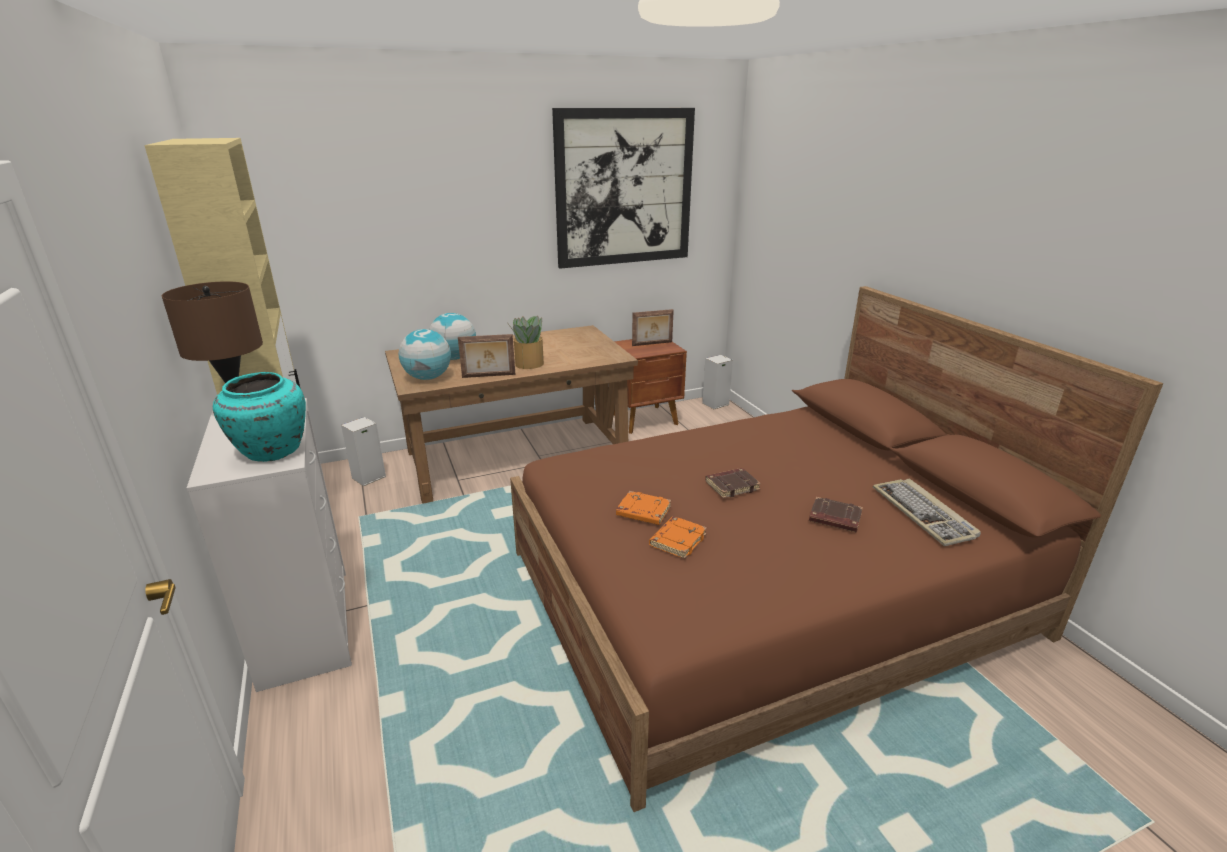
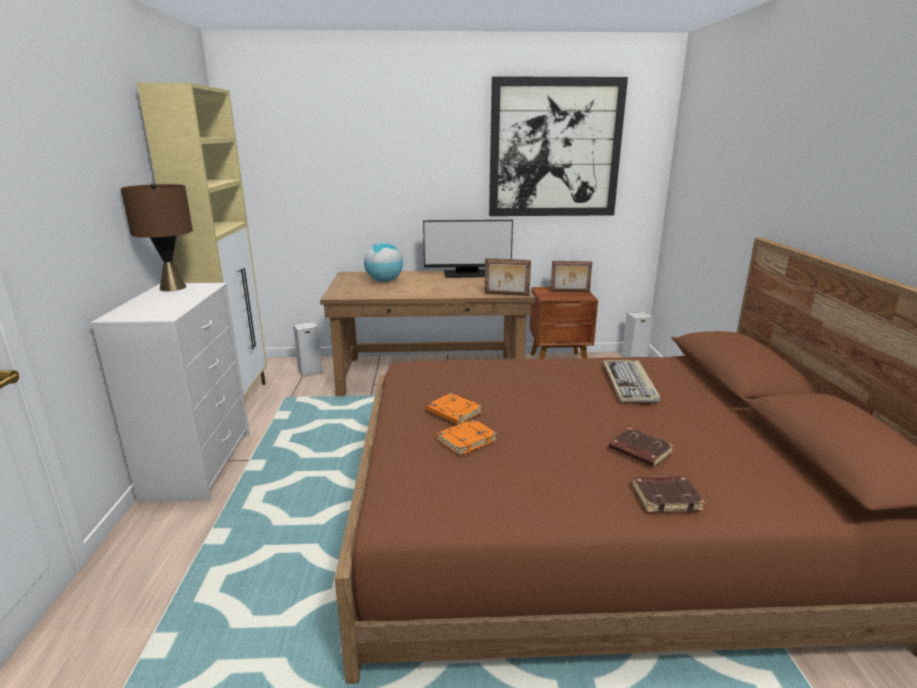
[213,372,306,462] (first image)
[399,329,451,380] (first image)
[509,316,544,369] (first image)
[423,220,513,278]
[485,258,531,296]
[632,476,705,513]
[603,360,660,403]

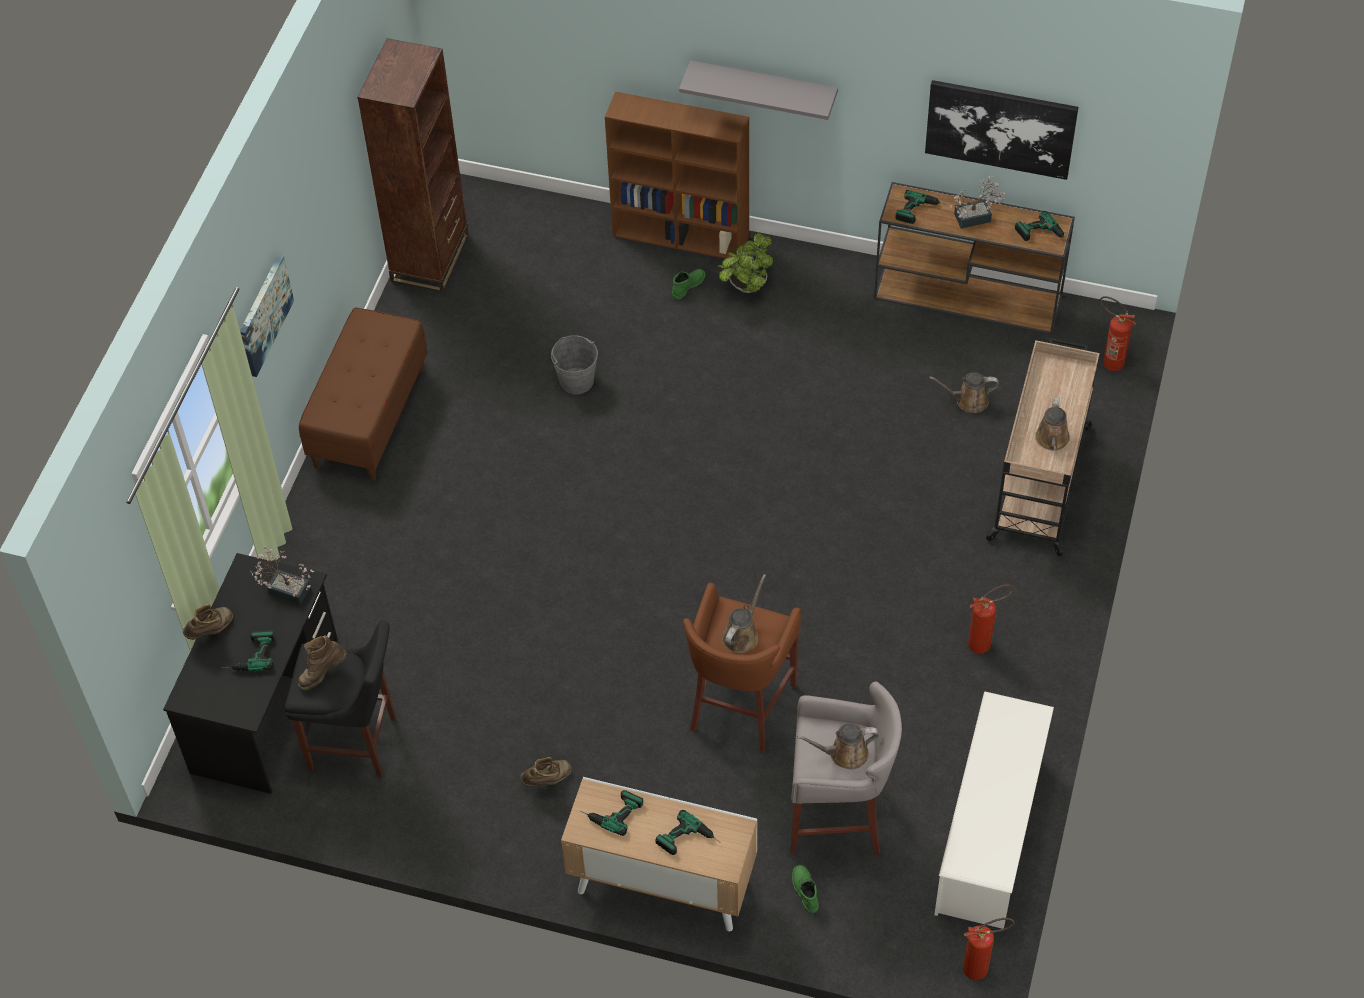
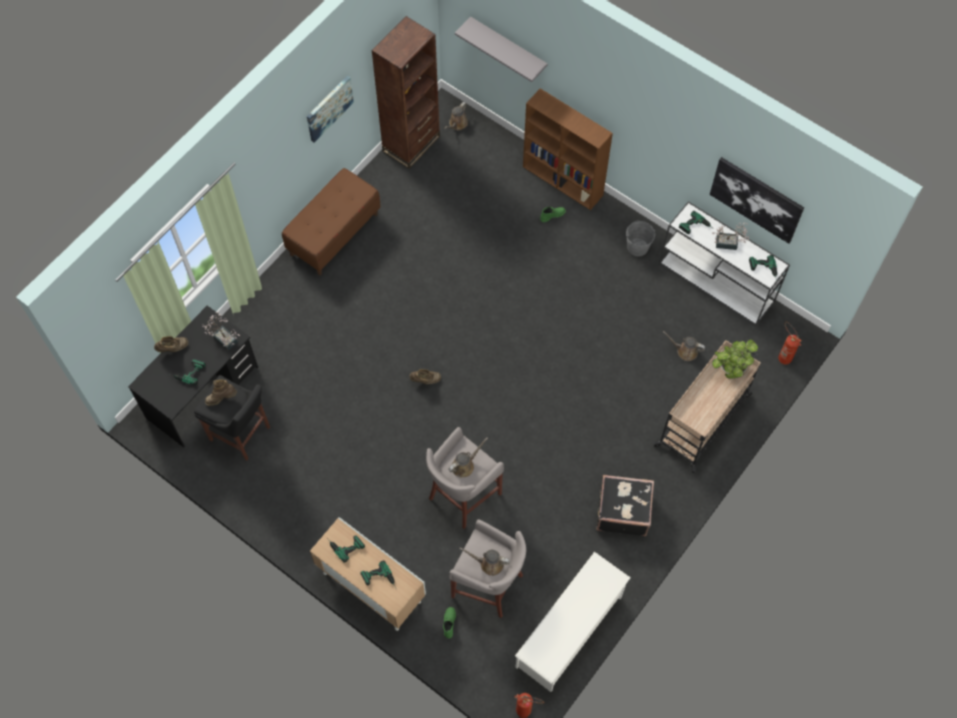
[307,76,354,142]
[409,369,441,384]
[626,221,655,257]
[455,17,548,82]
[712,339,758,379]
[445,102,468,130]
[597,475,654,536]
[426,427,504,529]
[659,201,790,326]

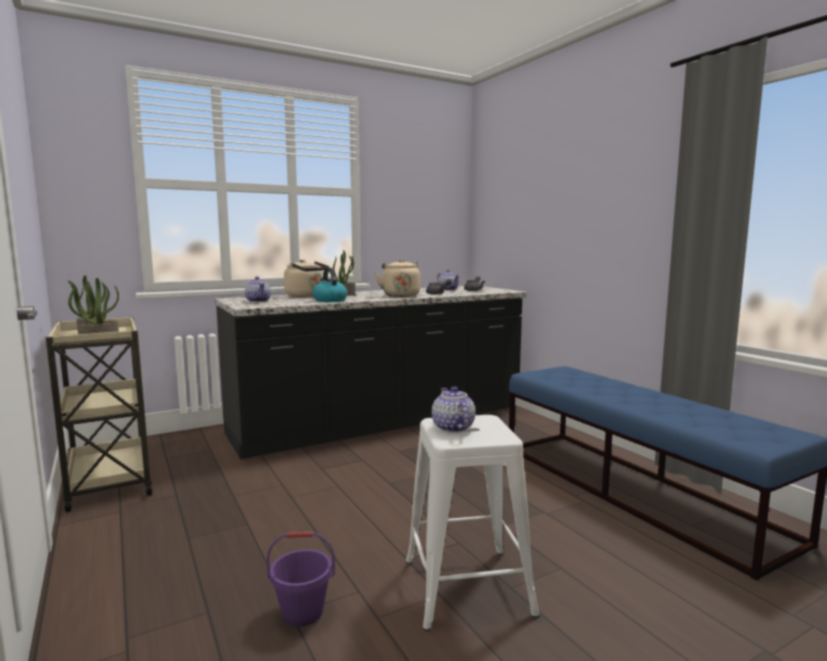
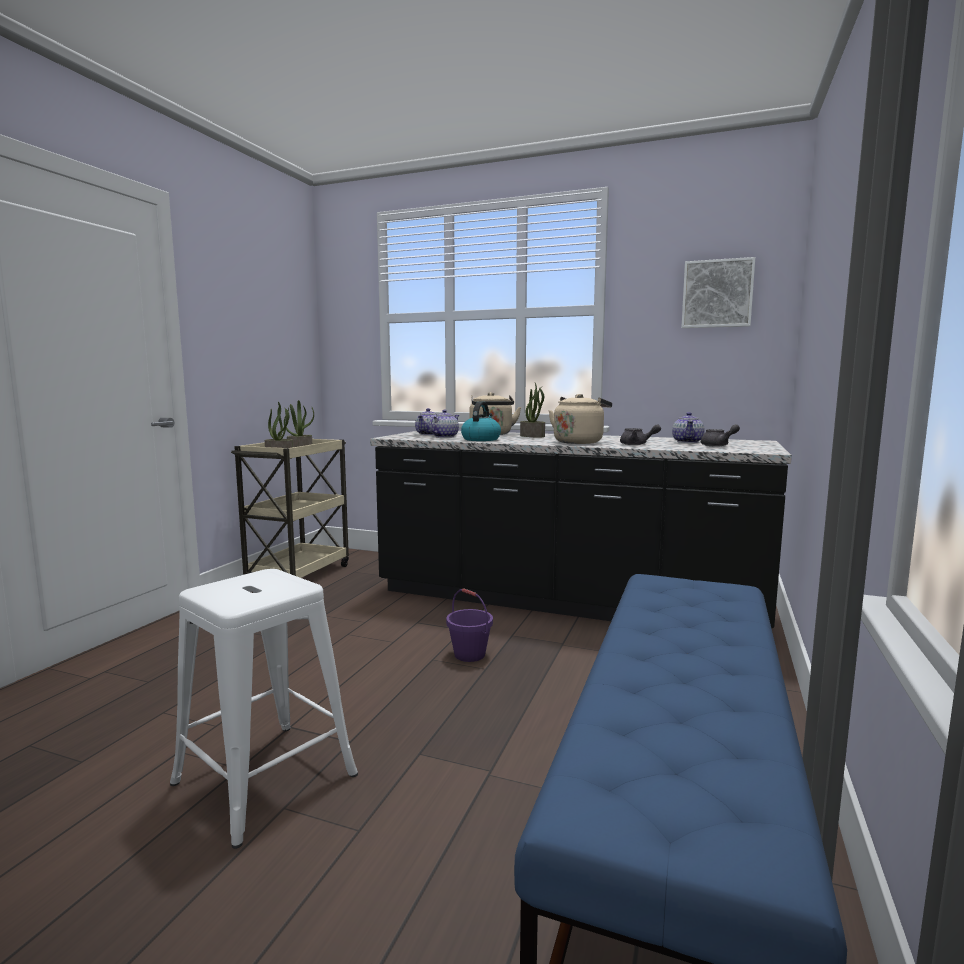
[682,257,755,328]
[446,588,493,662]
[429,410,459,438]

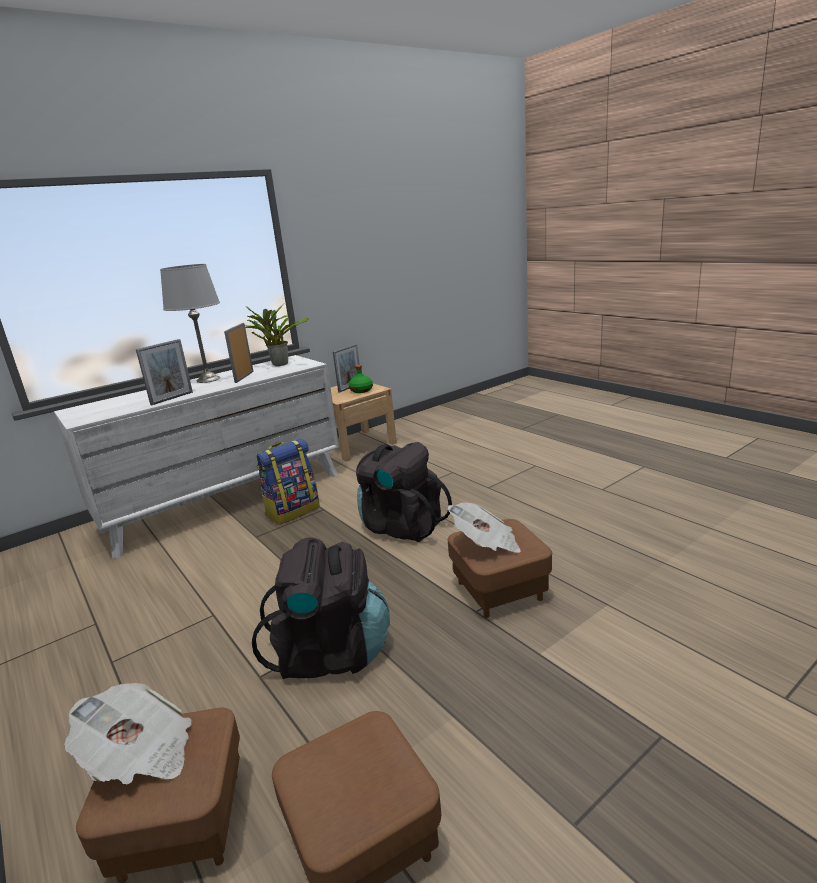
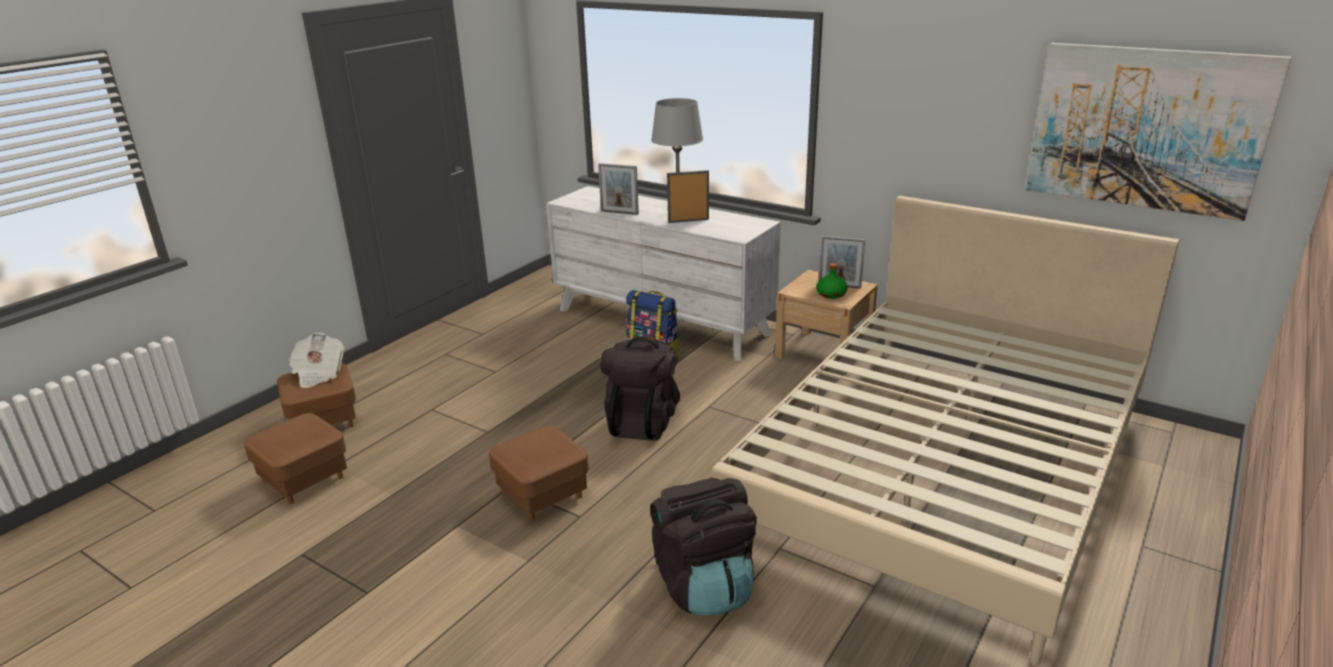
[245,303,308,366] (first image)
[448,503,521,553] (first image)
[712,196,1179,665]
[1026,43,1292,221]
[650,478,757,616]

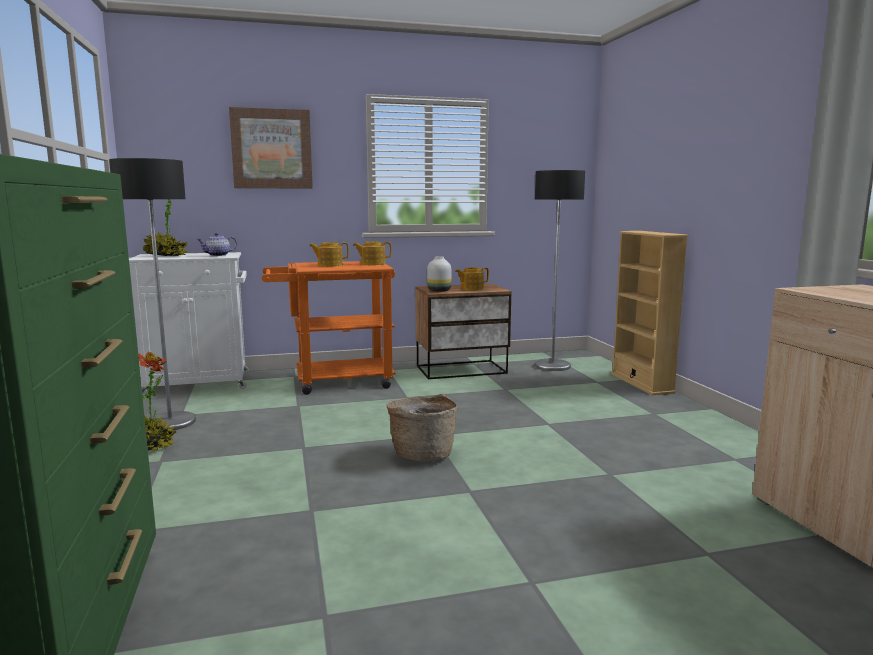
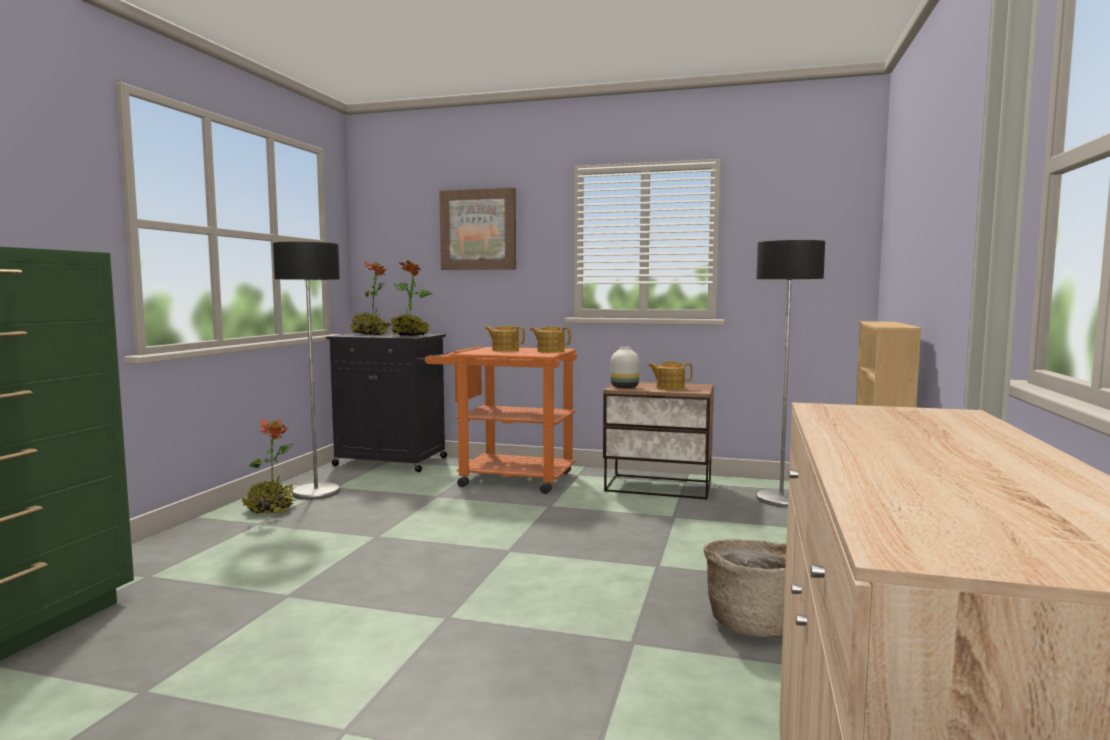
[703,539,786,637]
[390,260,433,336]
[326,333,449,472]

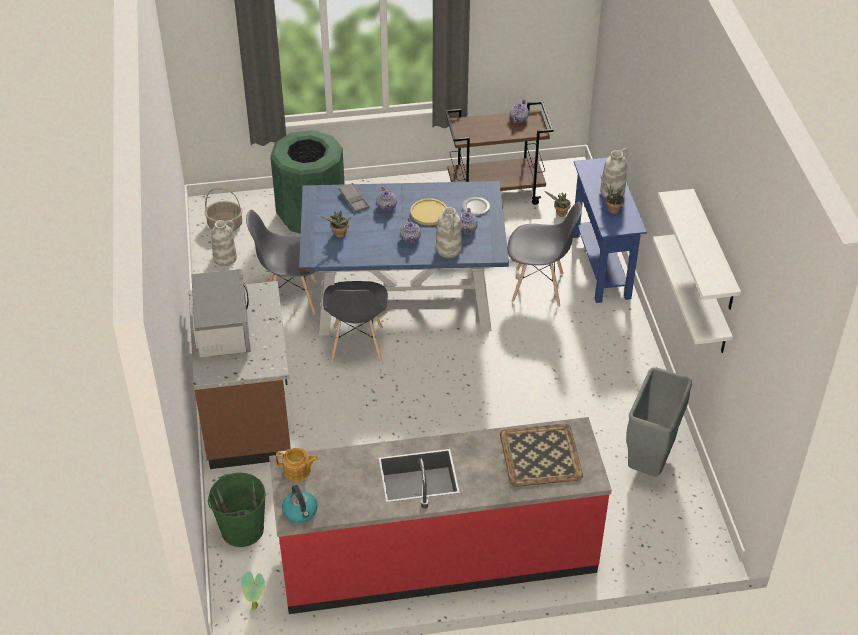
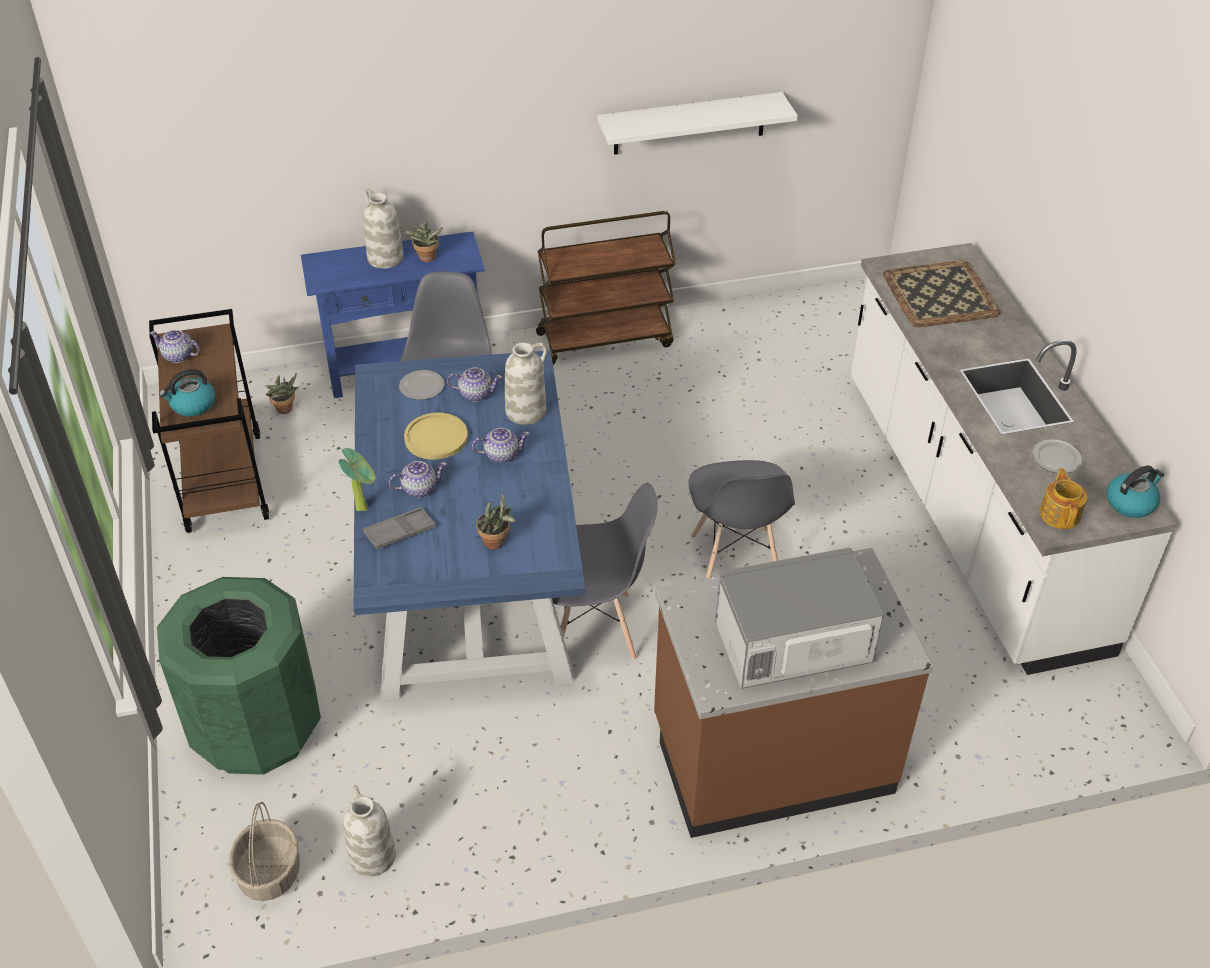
[208,473,266,547] (first image)
[626,367,692,476] (first image)
[658,189,741,310] (first image)
[159,369,215,417]
[536,211,676,365]
[1032,439,1082,473]
[338,448,375,511]
[689,460,795,579]
[851,243,1177,675]

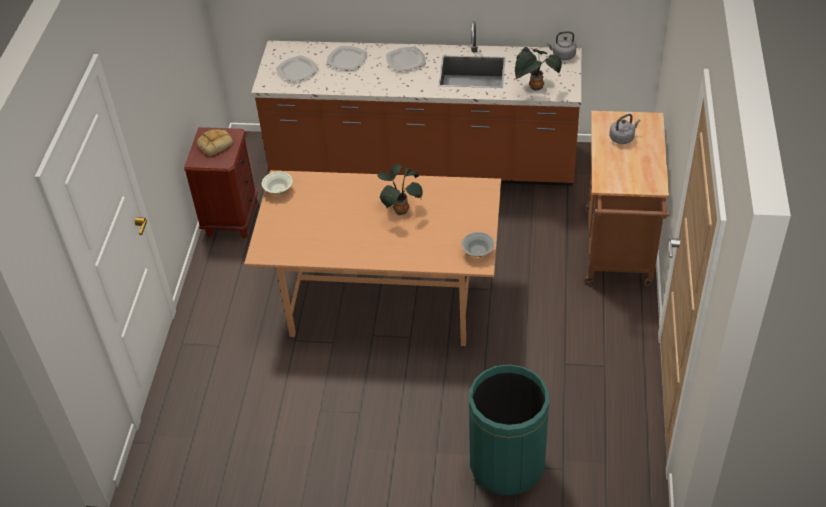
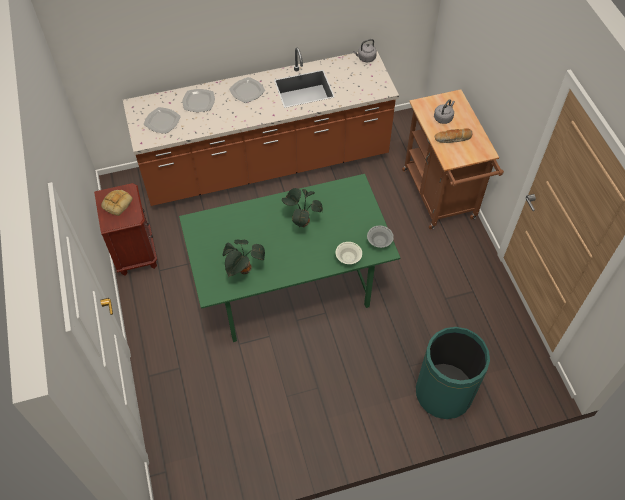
[434,128,472,143]
[335,242,362,264]
[222,239,265,277]
[179,174,400,342]

